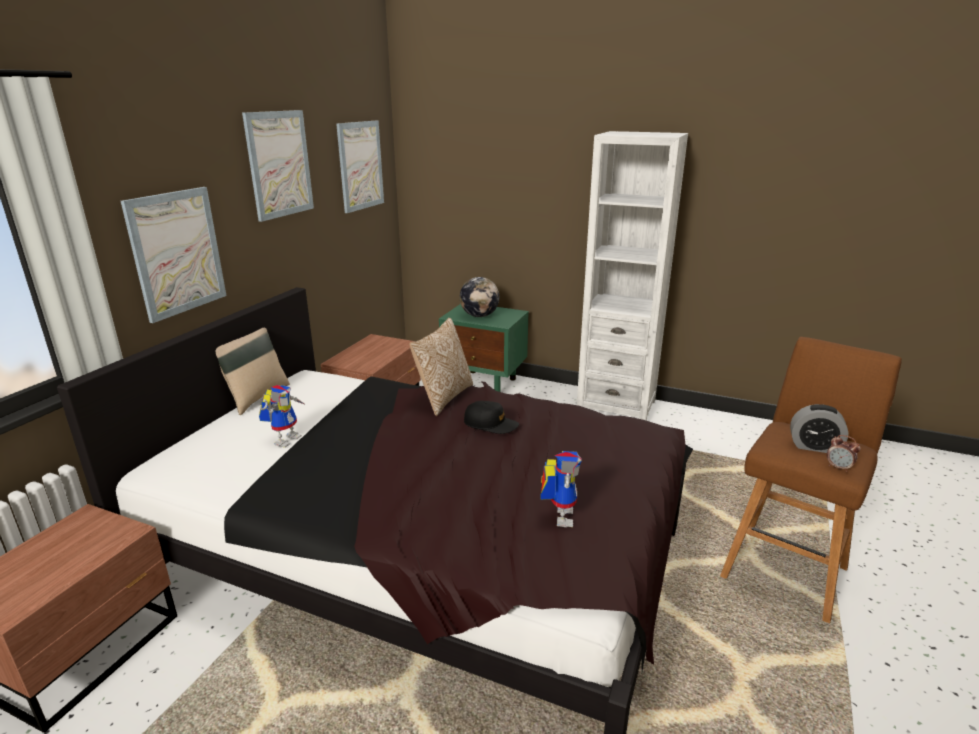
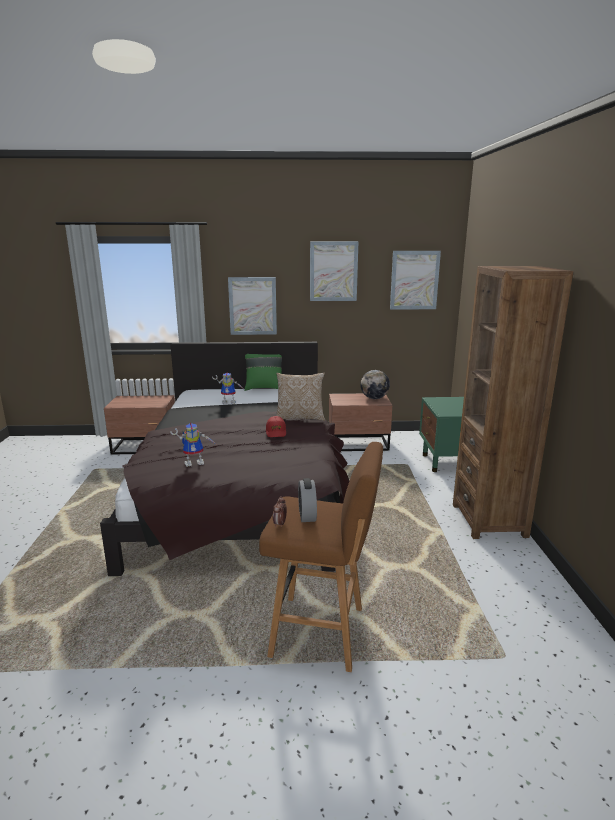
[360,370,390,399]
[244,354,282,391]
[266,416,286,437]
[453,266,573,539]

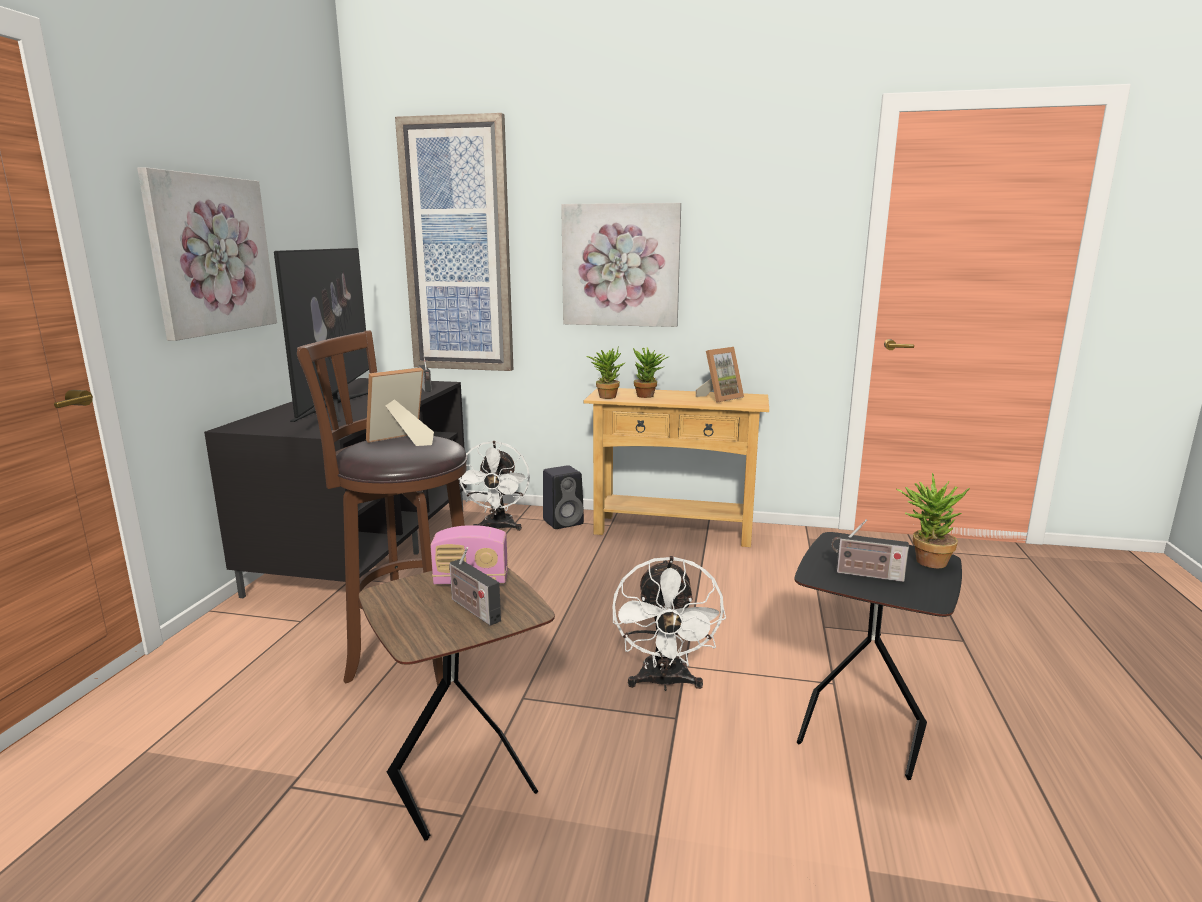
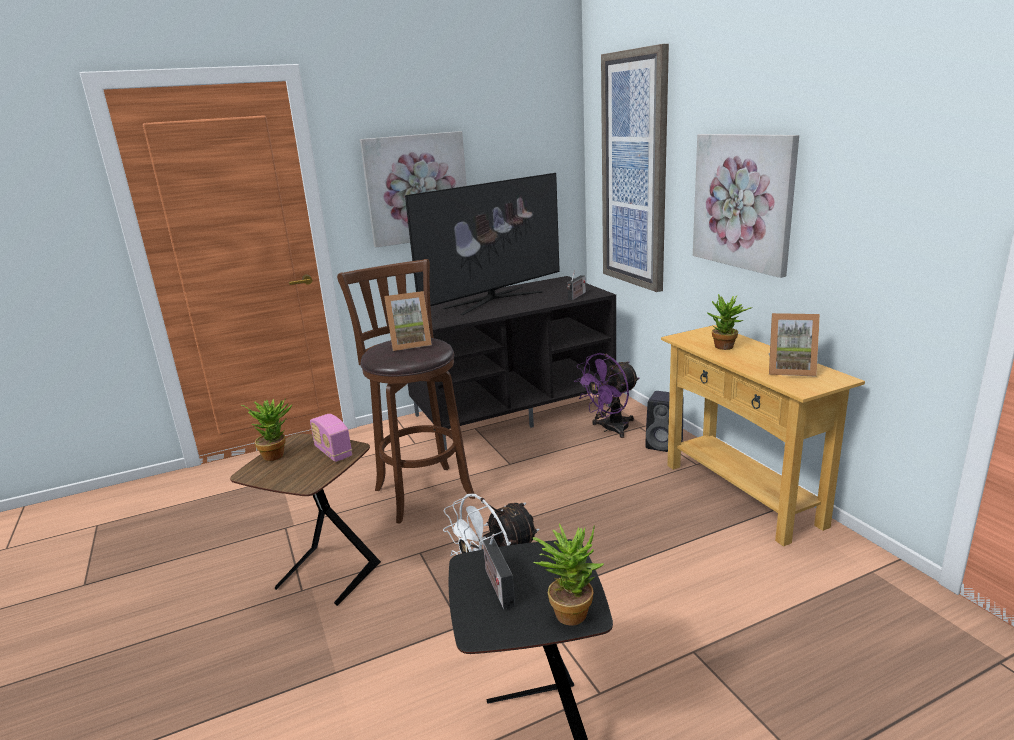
[449,547,501,626] (first image)
[241,398,293,461]
[574,353,639,438]
[384,291,432,351]

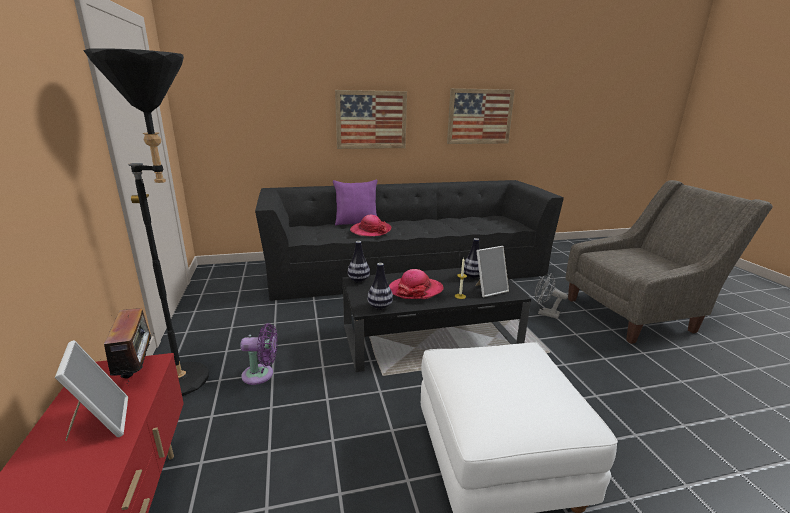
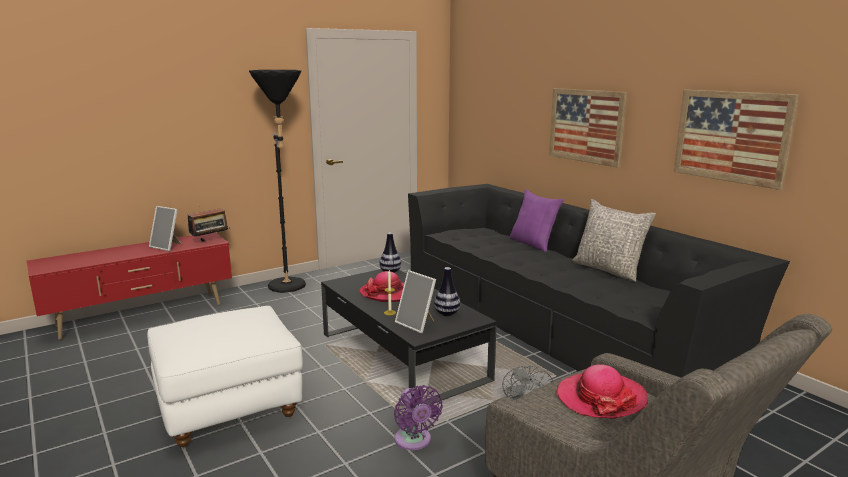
[367,263,393,310] (first image)
[572,199,656,282]
[394,385,443,450]
[556,364,648,419]
[149,206,182,251]

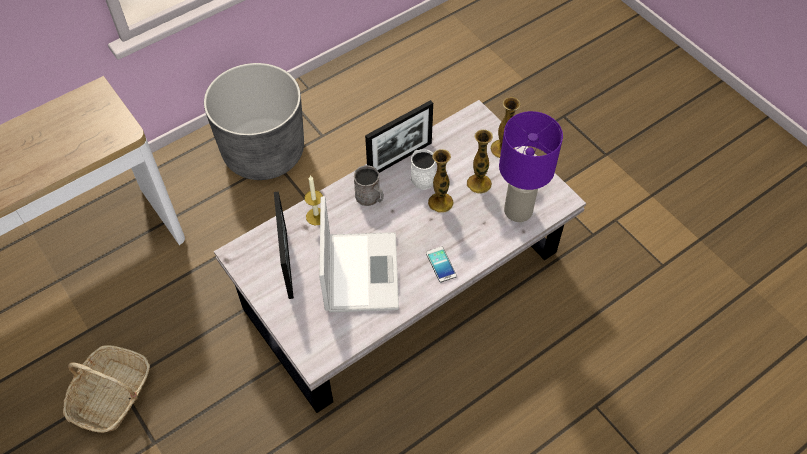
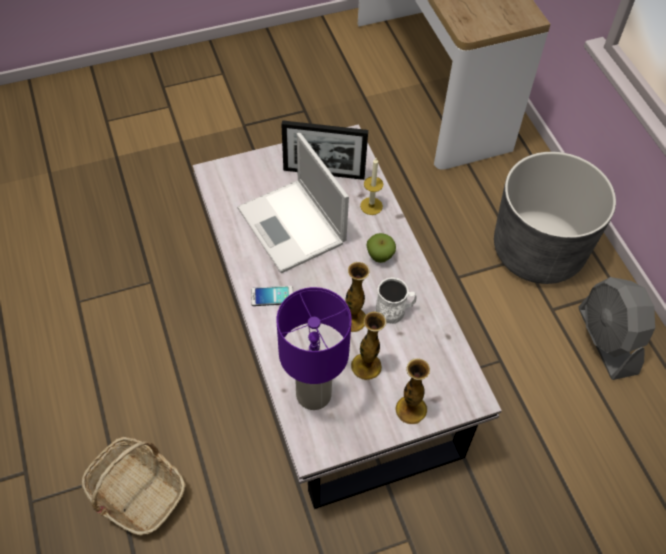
[365,100,433,173] (first image)
[579,277,655,380]
[82,437,186,535]
[367,233,396,263]
[237,133,349,273]

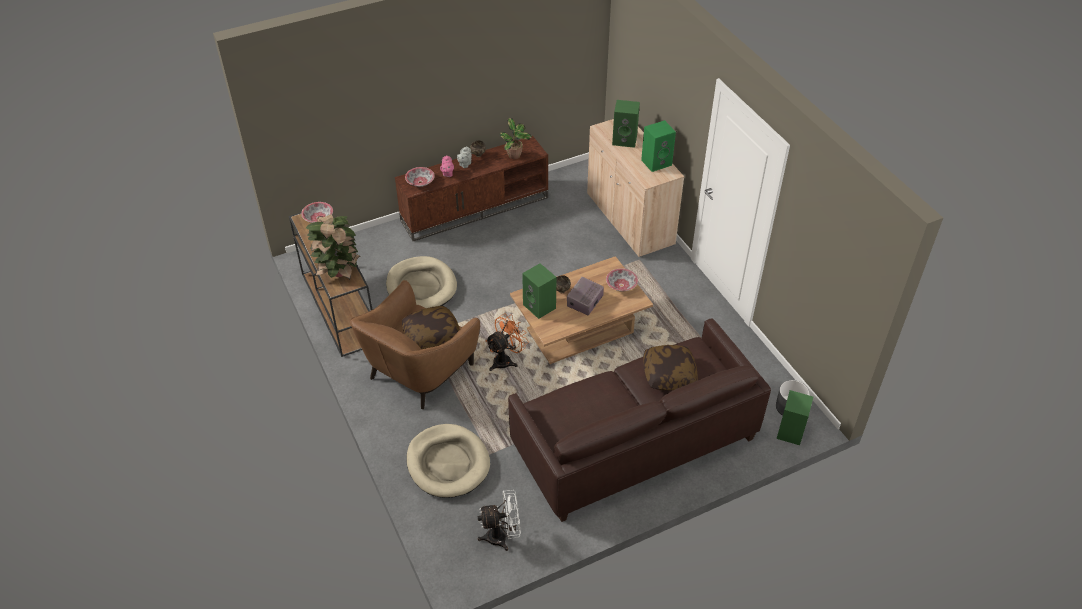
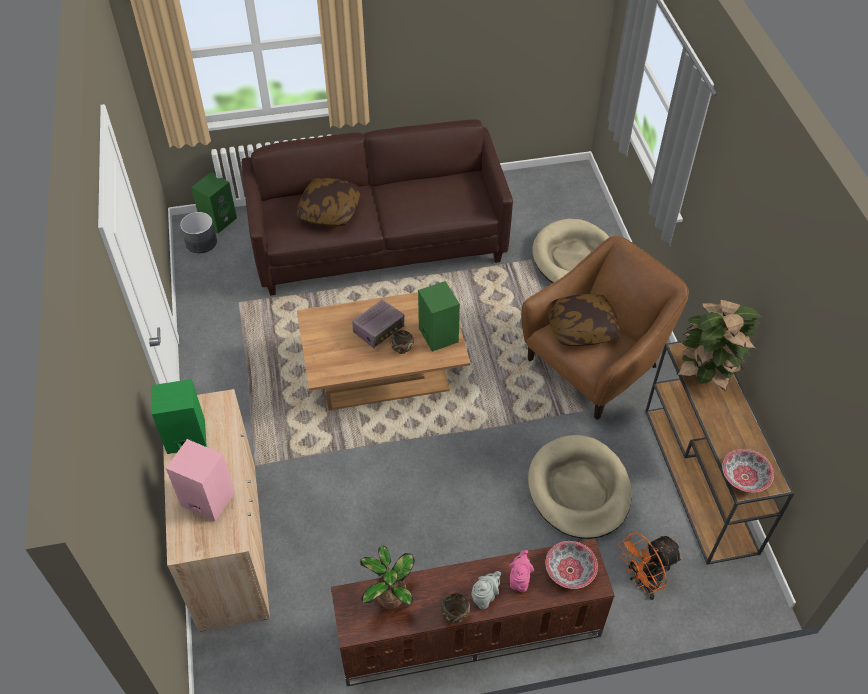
[478,490,521,551] (first image)
[606,268,638,291] (first image)
[618,532,683,600]
[166,439,235,522]

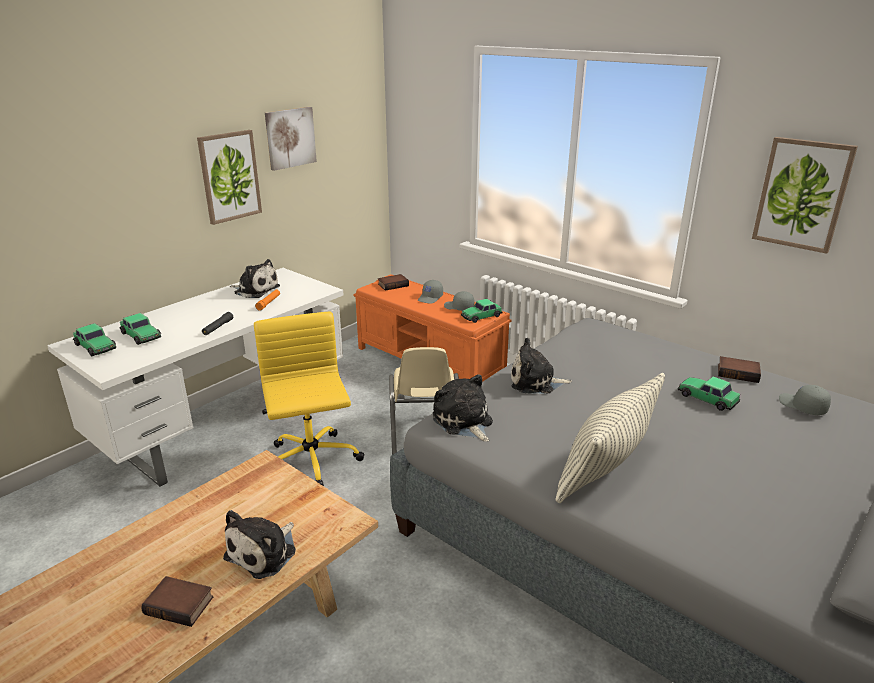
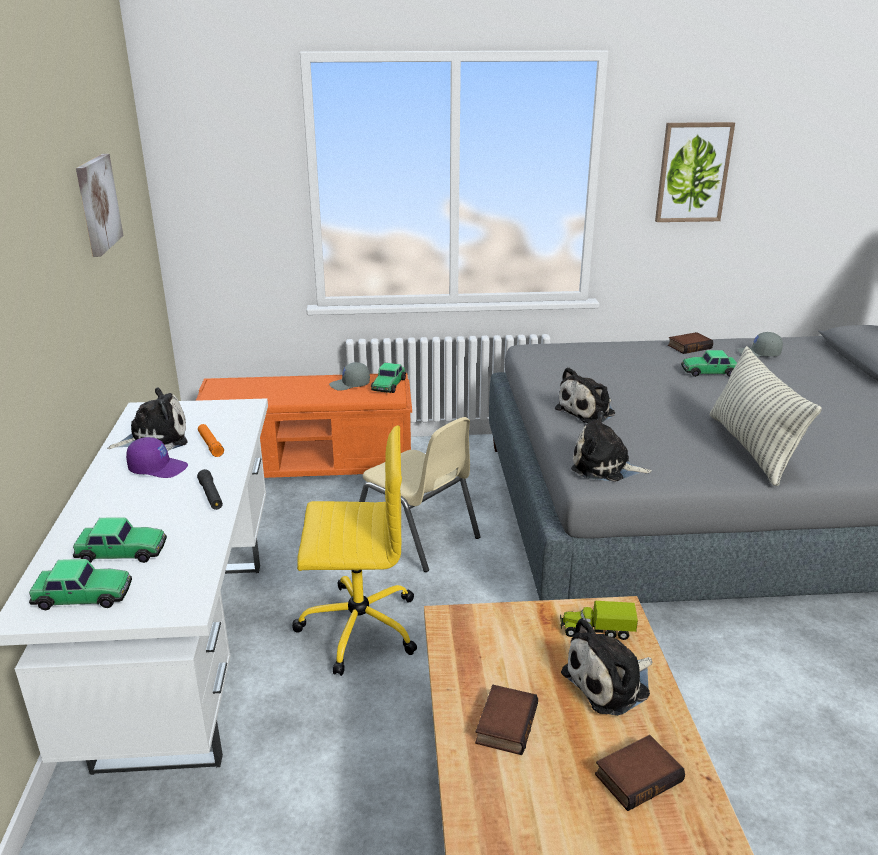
[197,130,262,225] (first image)
[418,280,443,304] (first image)
[126,437,188,478]
[560,601,638,640]
[475,685,538,755]
[561,618,652,716]
[292,425,417,676]

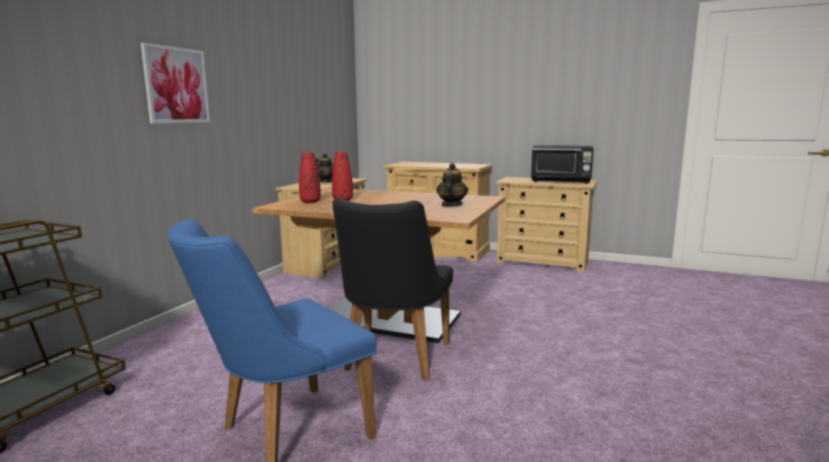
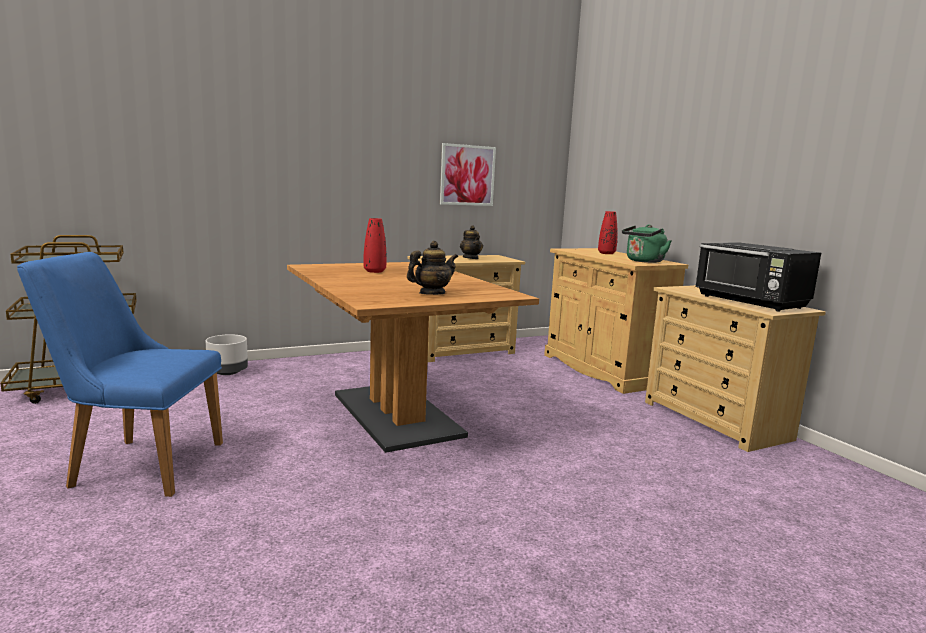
[333,198,453,381] (first image)
[206,334,248,375]
[622,225,671,263]
[440,143,496,206]
[598,211,618,254]

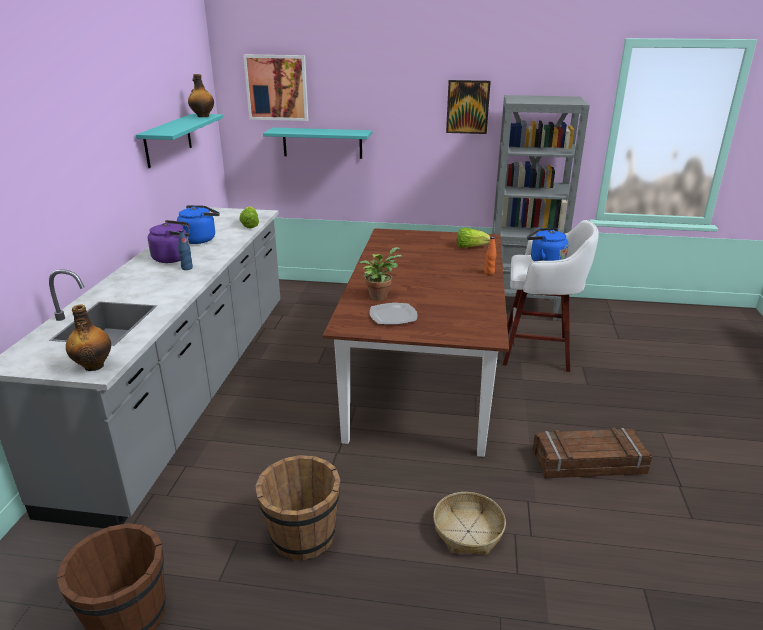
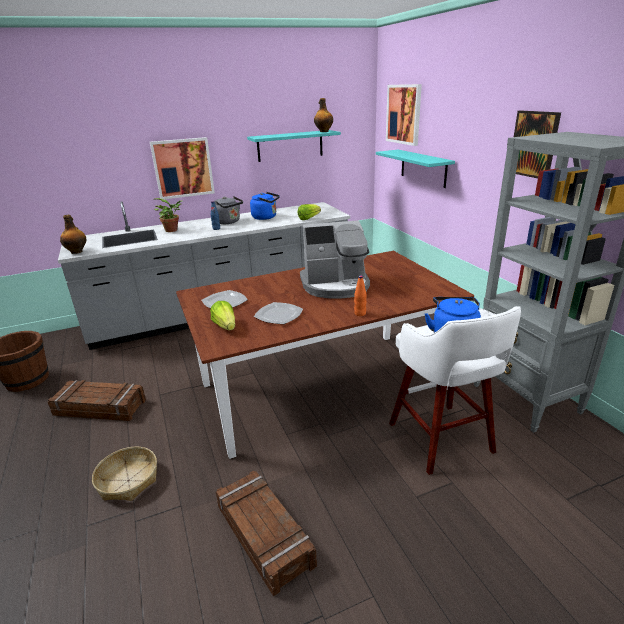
[150,137,215,199]
[254,302,303,324]
[300,220,370,299]
[153,198,183,232]
[210,301,235,330]
[48,380,146,421]
[214,196,243,224]

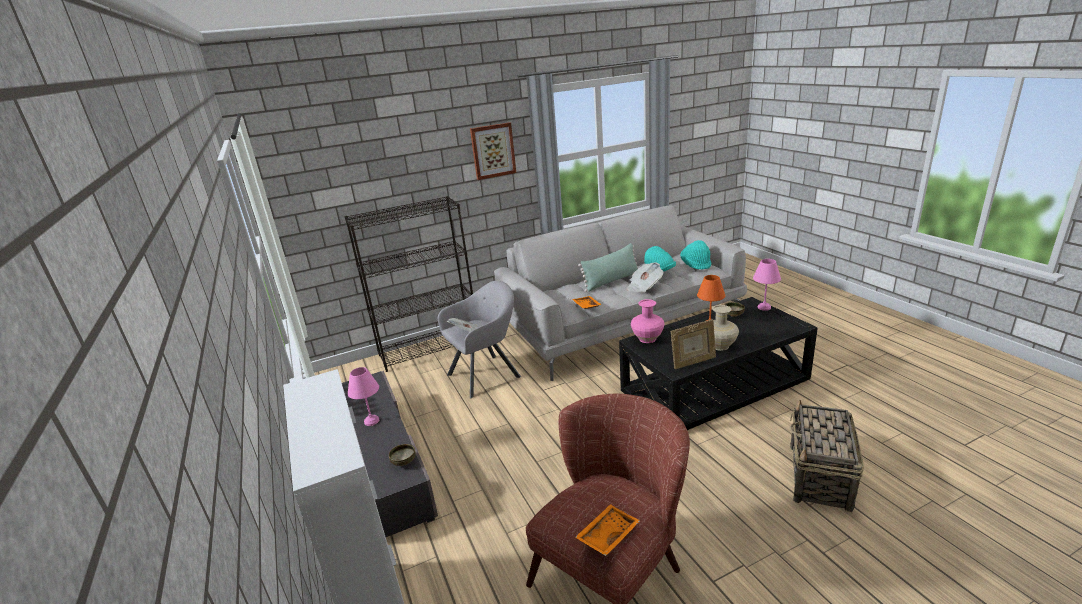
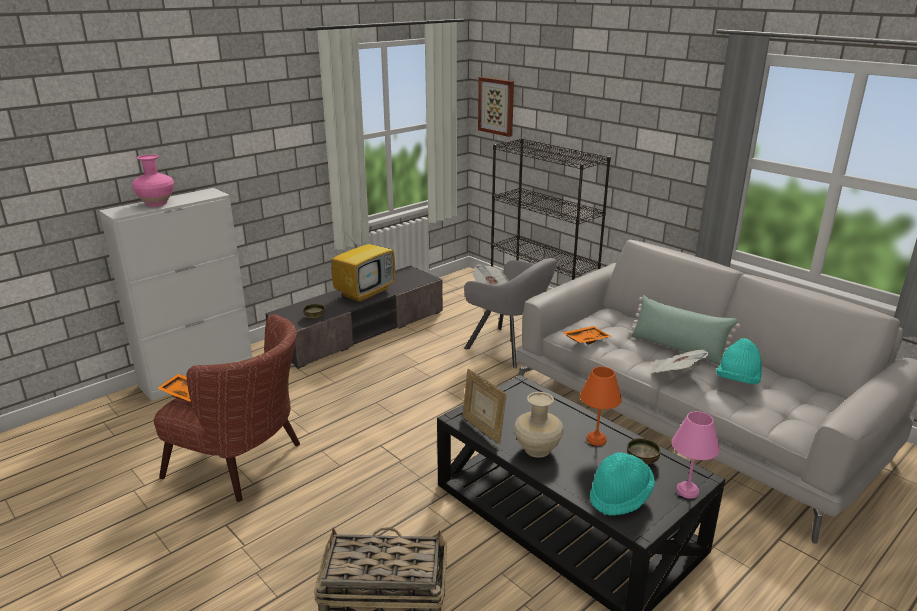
[478,77,514,137]
[132,154,174,207]
[590,452,655,516]
[331,219,395,303]

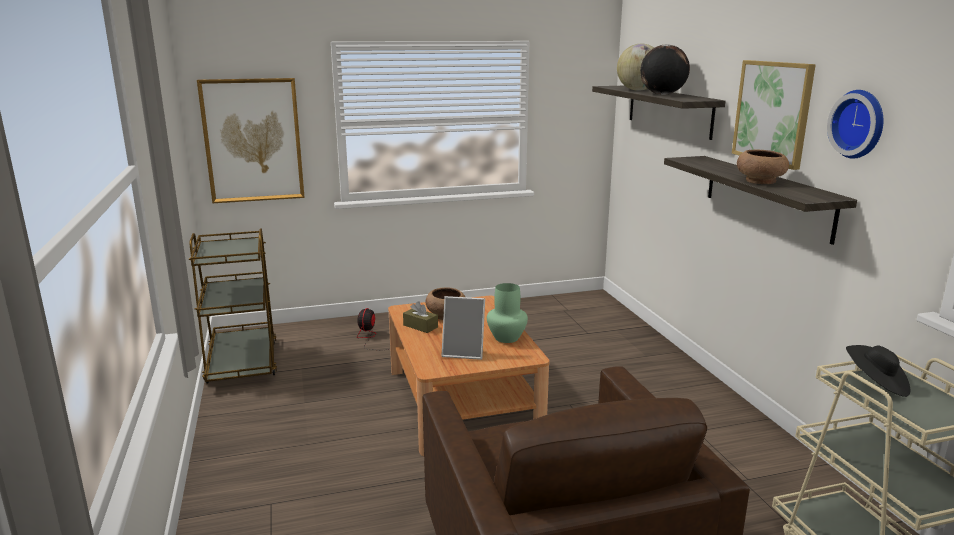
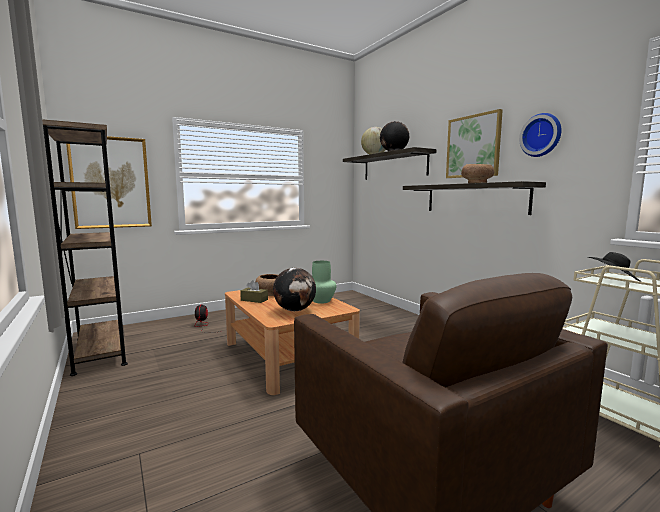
[42,119,128,376]
[273,268,316,311]

